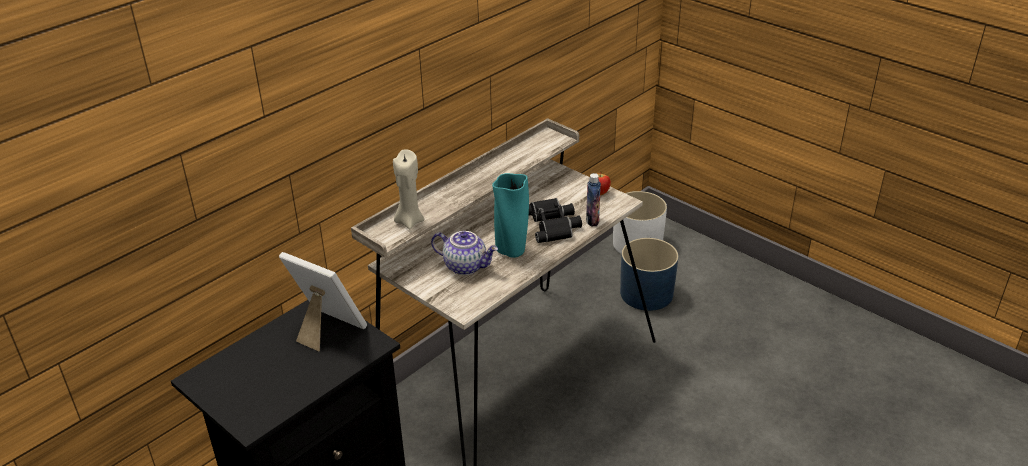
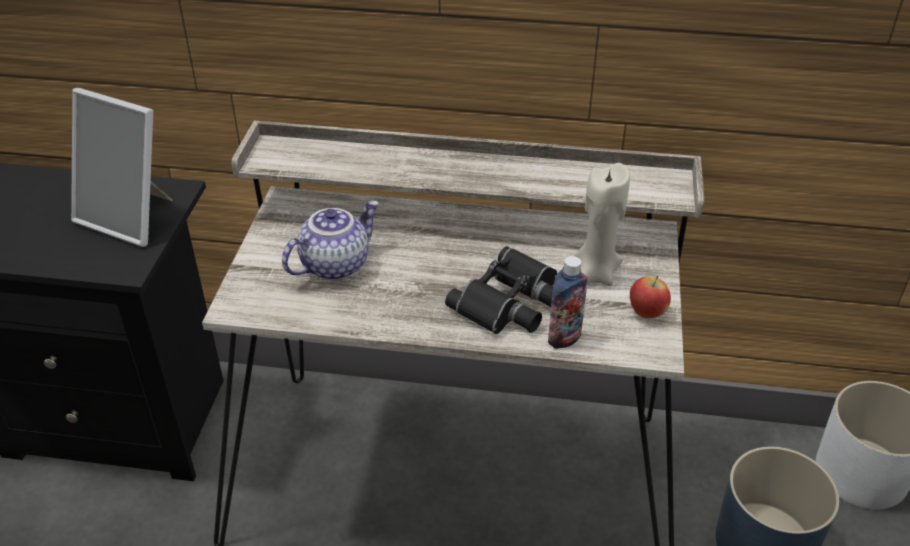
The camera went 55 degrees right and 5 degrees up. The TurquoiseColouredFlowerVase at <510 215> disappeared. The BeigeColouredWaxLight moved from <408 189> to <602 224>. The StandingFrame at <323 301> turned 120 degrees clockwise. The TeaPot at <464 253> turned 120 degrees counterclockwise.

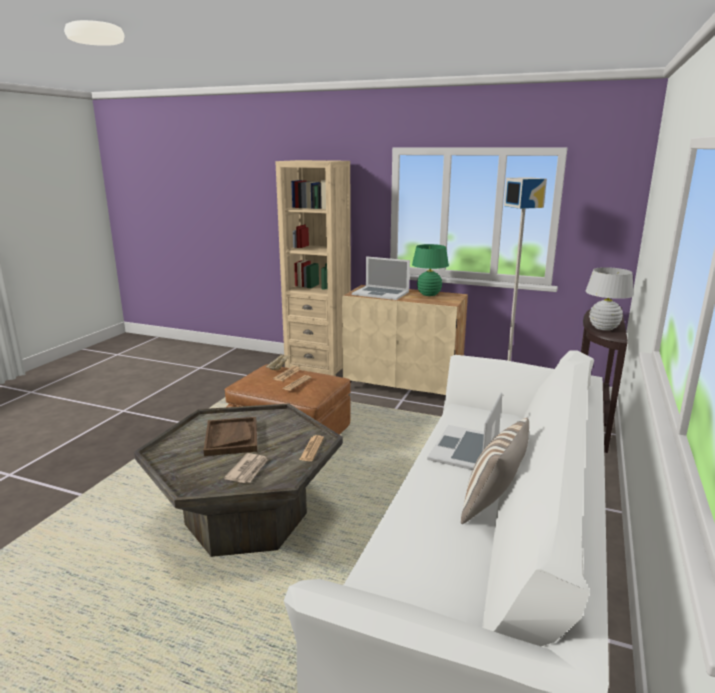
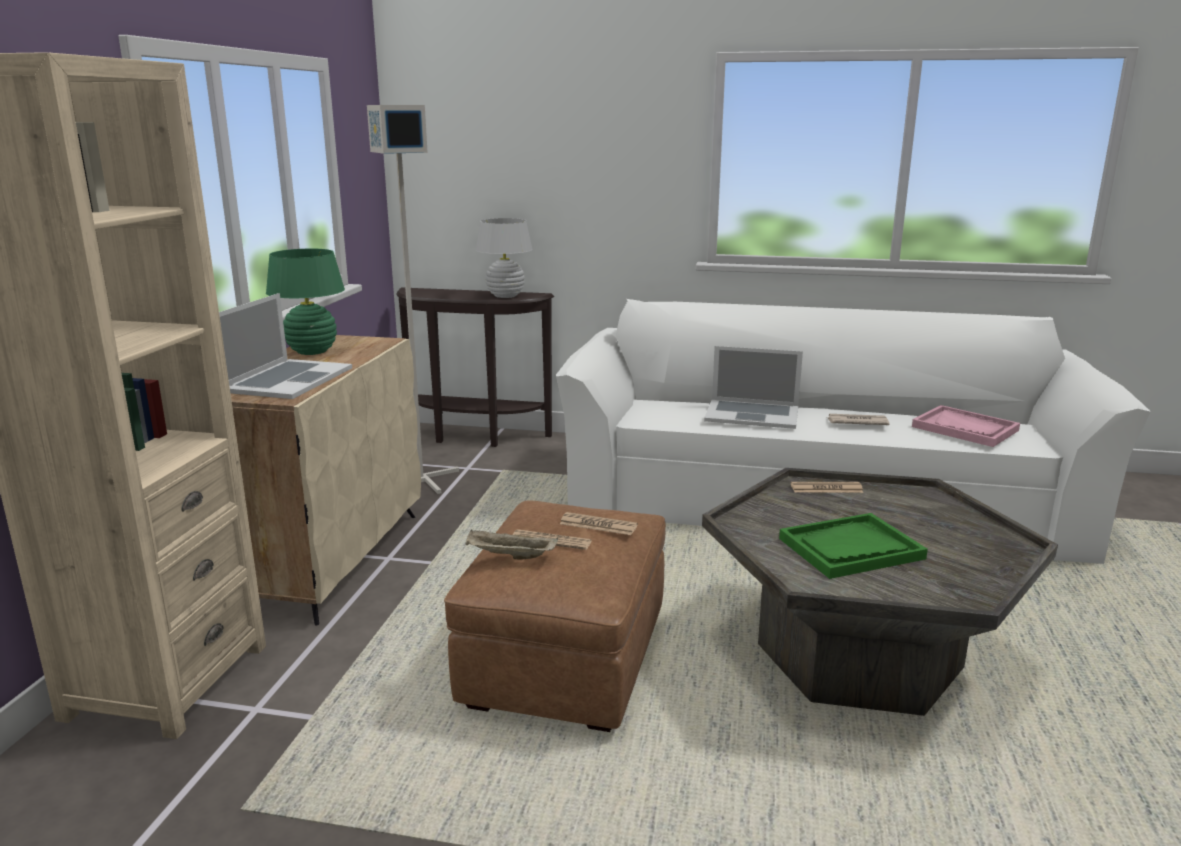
The camera went 100 degrees left and 0 degrees up. The Cushion at <495 471> disappeared. The PinkColouredCarryingTray at <966 426> appeared. The Newspaper moved from <246 468> to <857 419>. The BrownColouredCarryingTray at <230 436> became the GreenColouredCarryingTray at <853 546>.

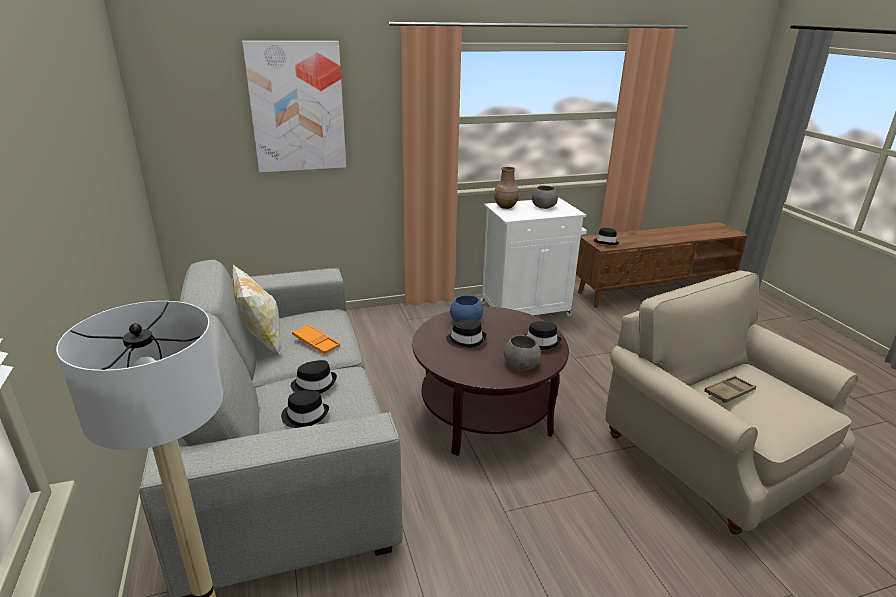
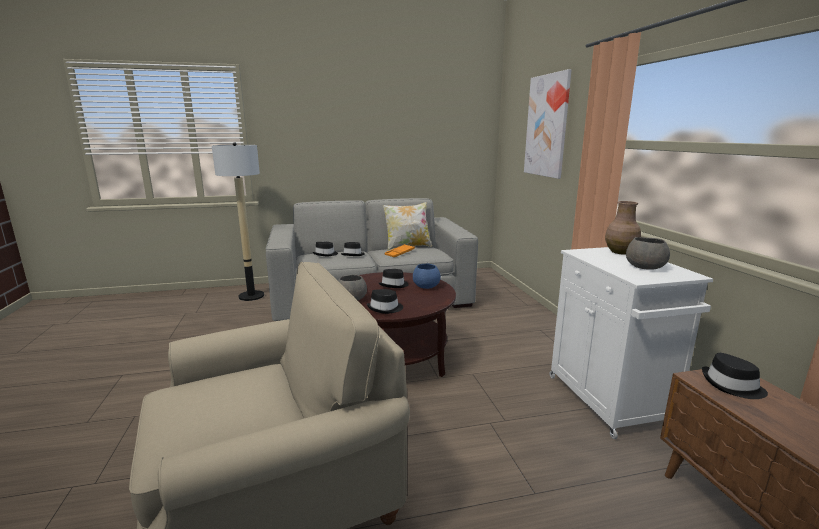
The camera went 95 degrees right and 10 degrees down. The BrownColouredCarryingTray at <730 389> disappeared.

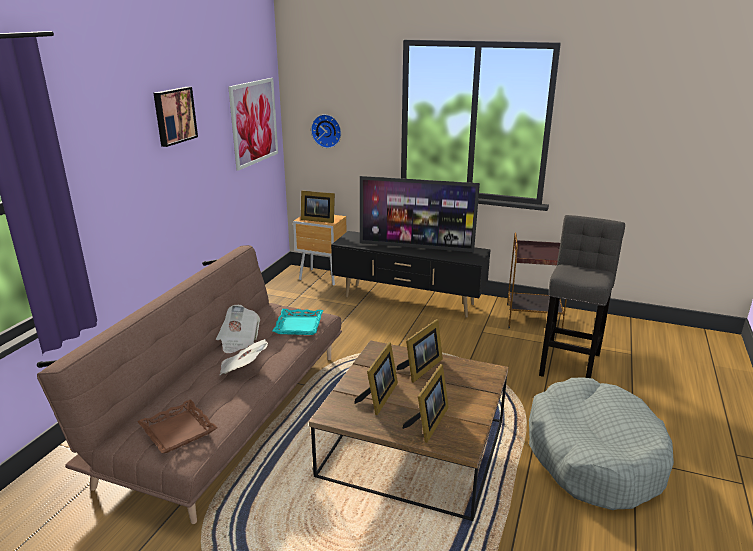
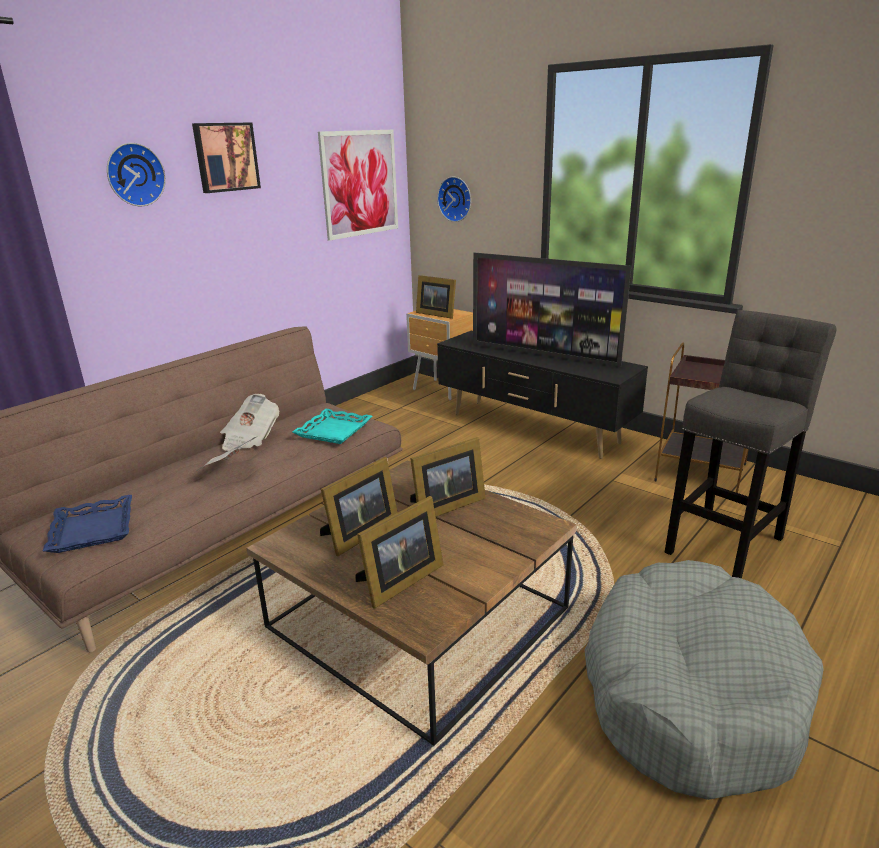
The camera went 20 degrees right and 0 degrees up. The WallClock at <136 174> appeared. The BrownColouredCarryingTray at <177 426> became the BlueColouredCarryingTray at <87 524>.

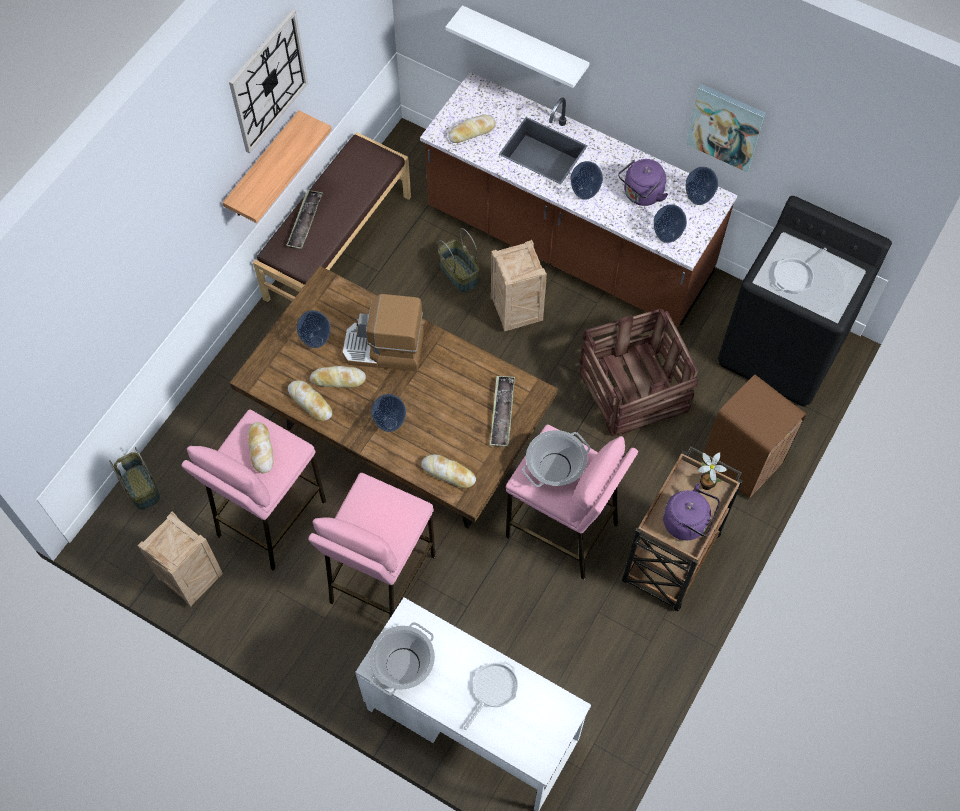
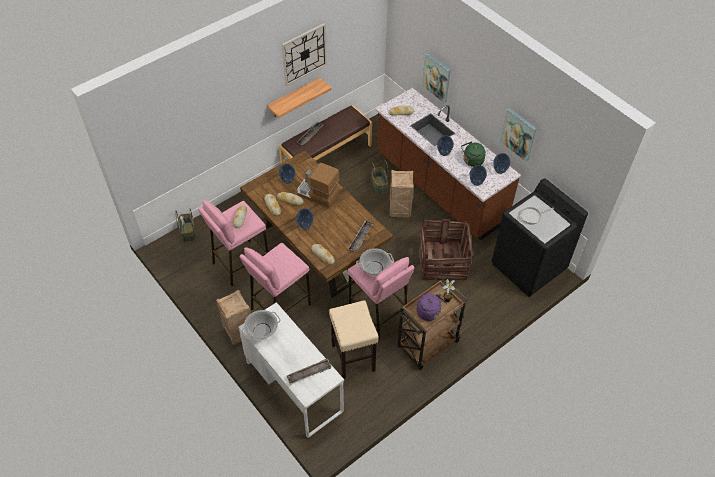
The camera went 20 degrees right and 10 degrees down. The FryingPan at <491 696> disappeared. The BrownColouredTrashCan at <754 436> disappeared. The CarryingTray at <309 371> appeared. The BeigeColouredStool at <354 339> appeared. The ShippingCrate moved from <180 559> to <233 317>. The WhitishShelf at <517 46> was replaced by the Picture at <436 77>. The PurpleWaterKettle at <643 182> became the GreenColouredWaterKettle at <473 154>.

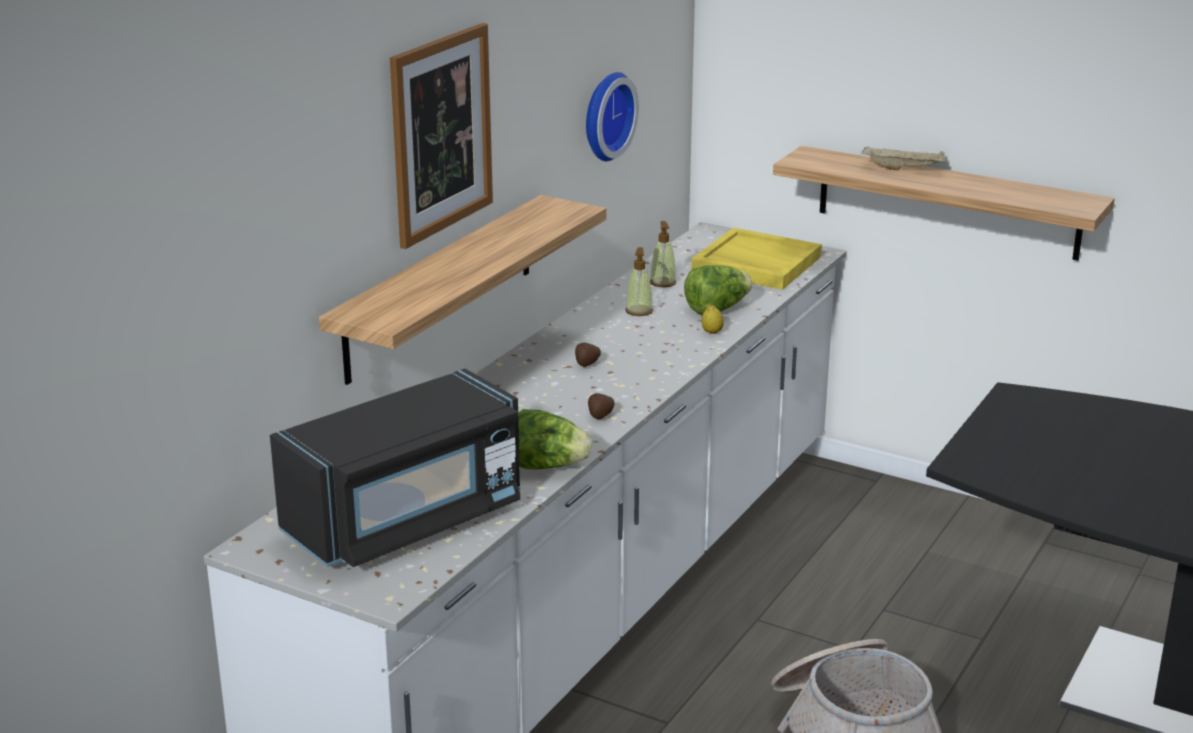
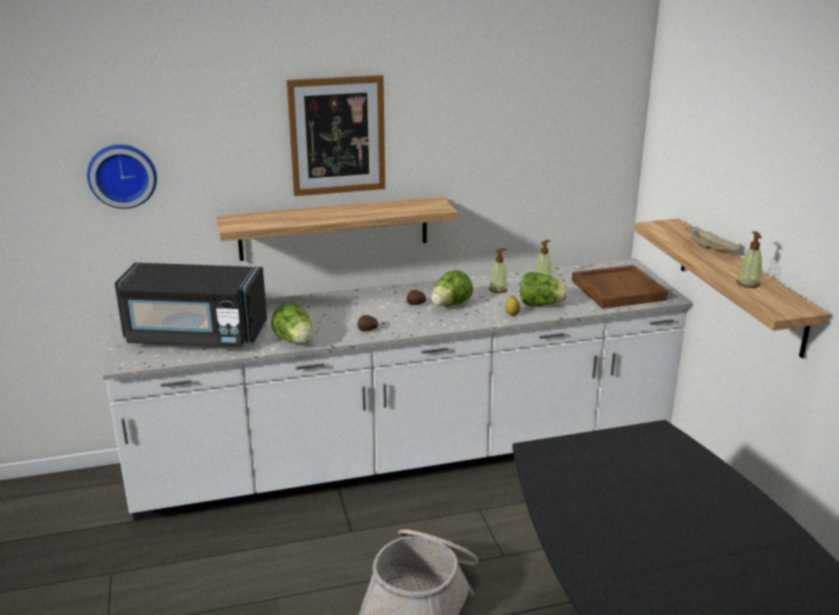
The camera went 45 degrees right and 0 degrees up. The LettuceHead at <452 288> appeared. The SoapDispenser at <749 259> appeared. The WallClock moved from <612 116> to <122 177>. The YellowCarryingTray at <756 259> became the BrownColouredCarryingTray at <620 287>.

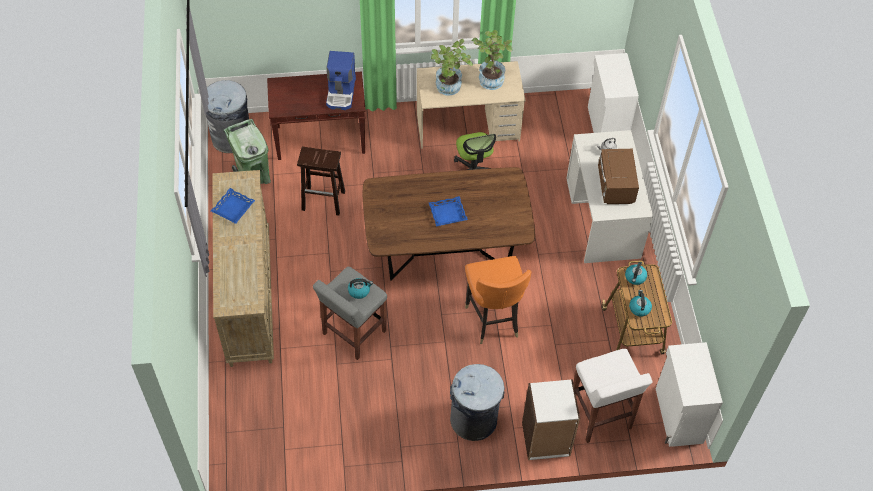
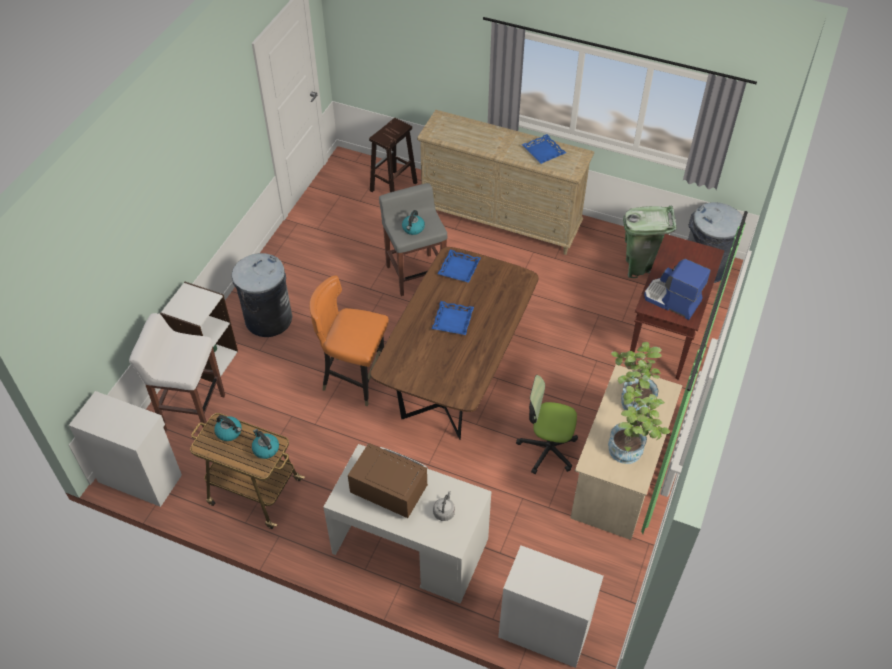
The camera went 120 degrees right and 5 degrees down. The BlueColouredCarryingTray at <459 266> appeared. The BrownColouredStool moved from <321 181> to <393 155>.

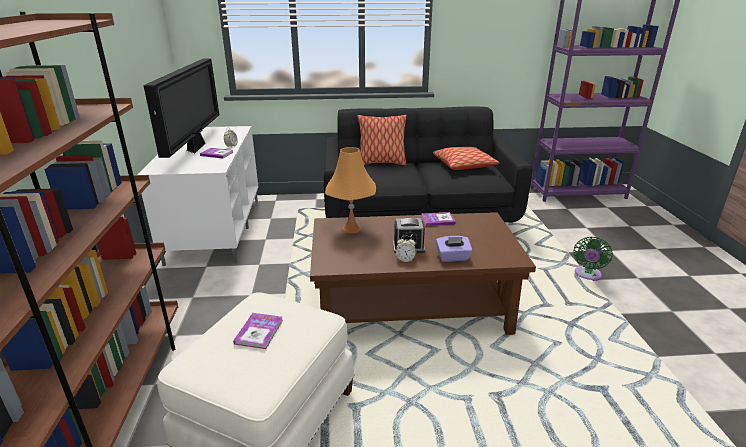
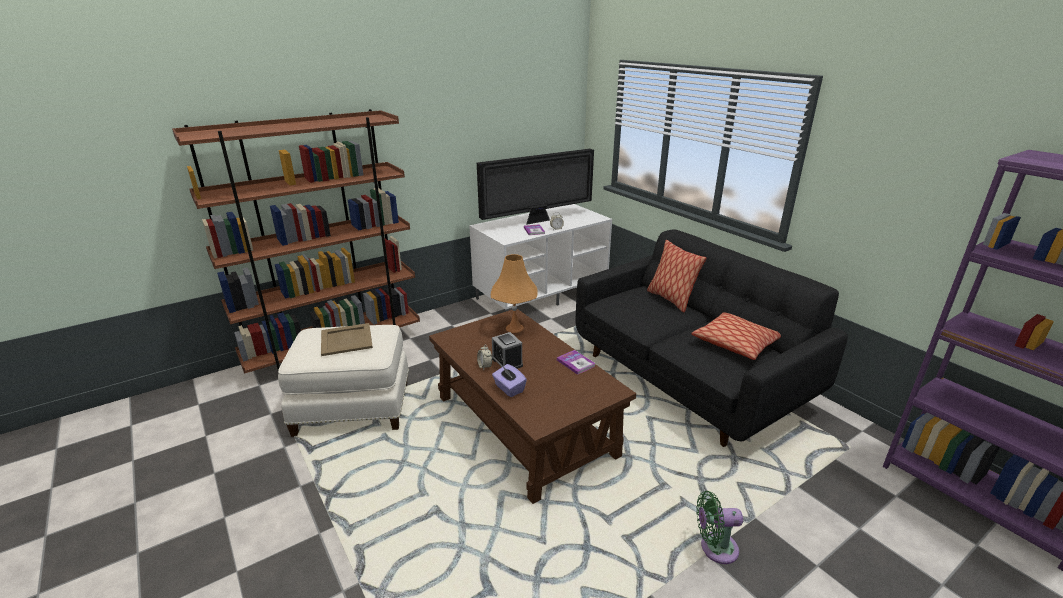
The camera went 60 degrees right and 0 degrees up. The Volume at <258 331> was replaced by the BeigeColouredCarryingTray at <347 339>.

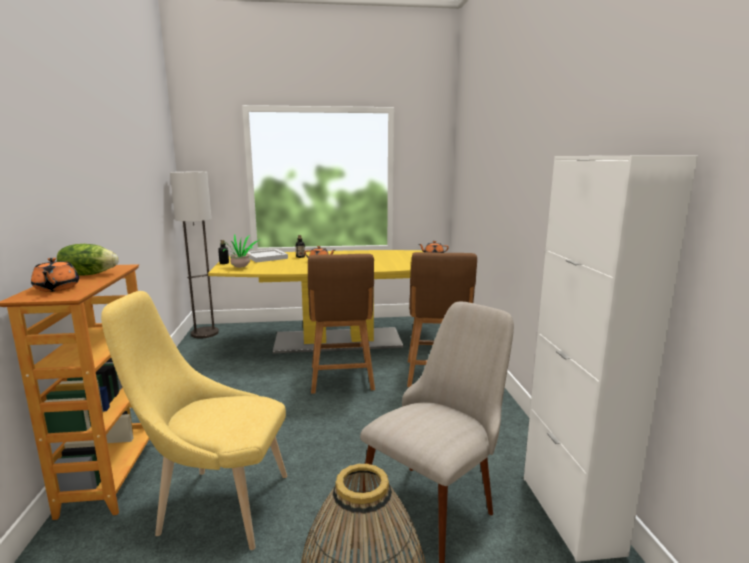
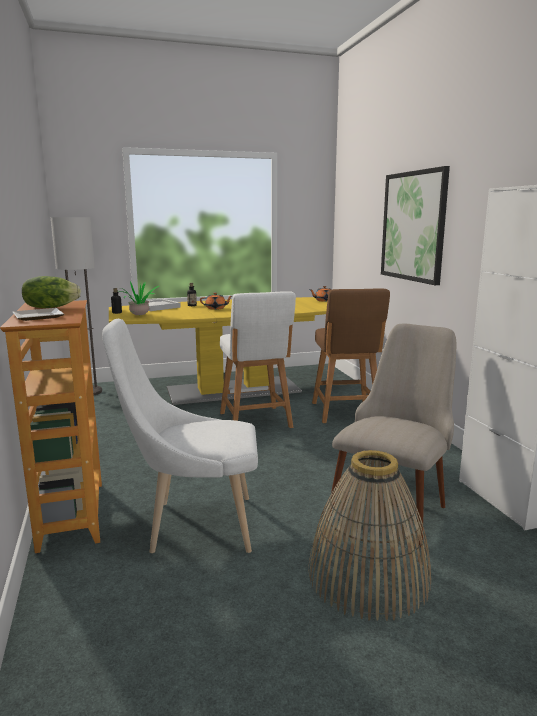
The camera went 10 degrees left and 0 degrees up. The Picture at <415 225> appeared. The OrangeyTeaPot at <55 275> was replaced by the Plate at <38 314>. The YellowUprightChair at <194 420> became the WhitishUprightChair at <180 436>. The BrownColouredStool at <341 324> became the WhitishStool at <258 359>.

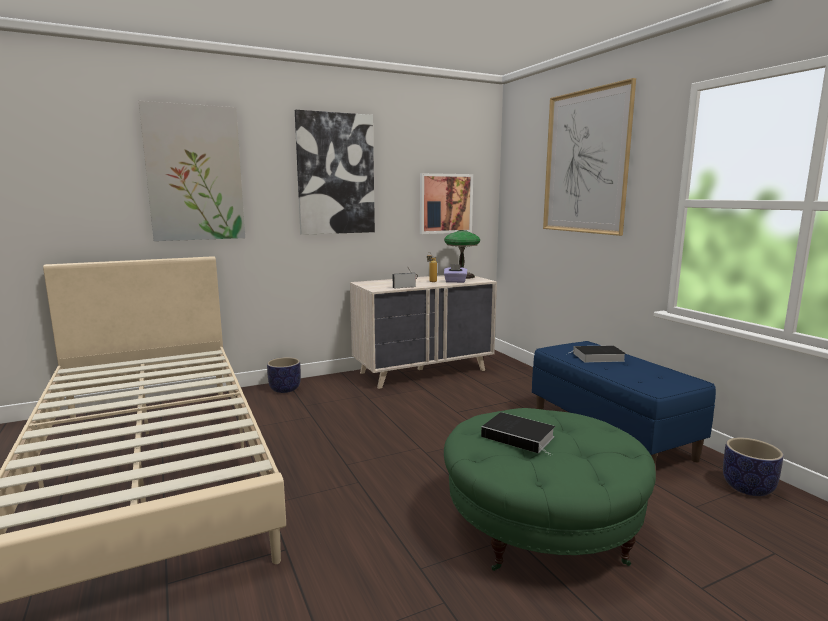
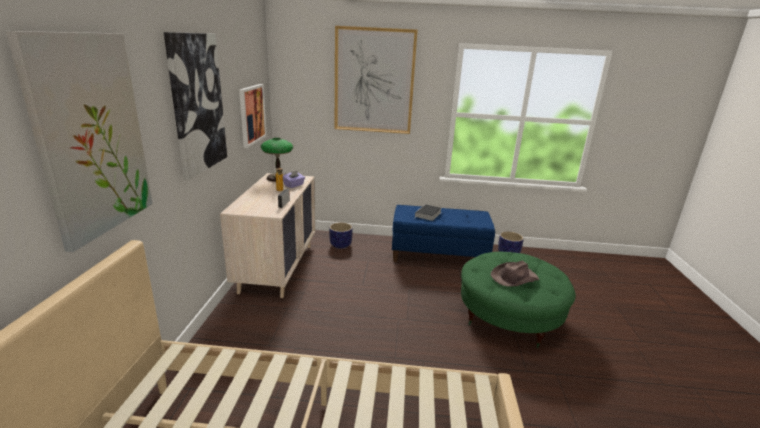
The camera went 60 degrees left and 10 degrees up. The Planter moved from <284 375> to <341 235>. The Volume at <518 434> was replaced by the BrownColouredWearableHat at <514 274>.

